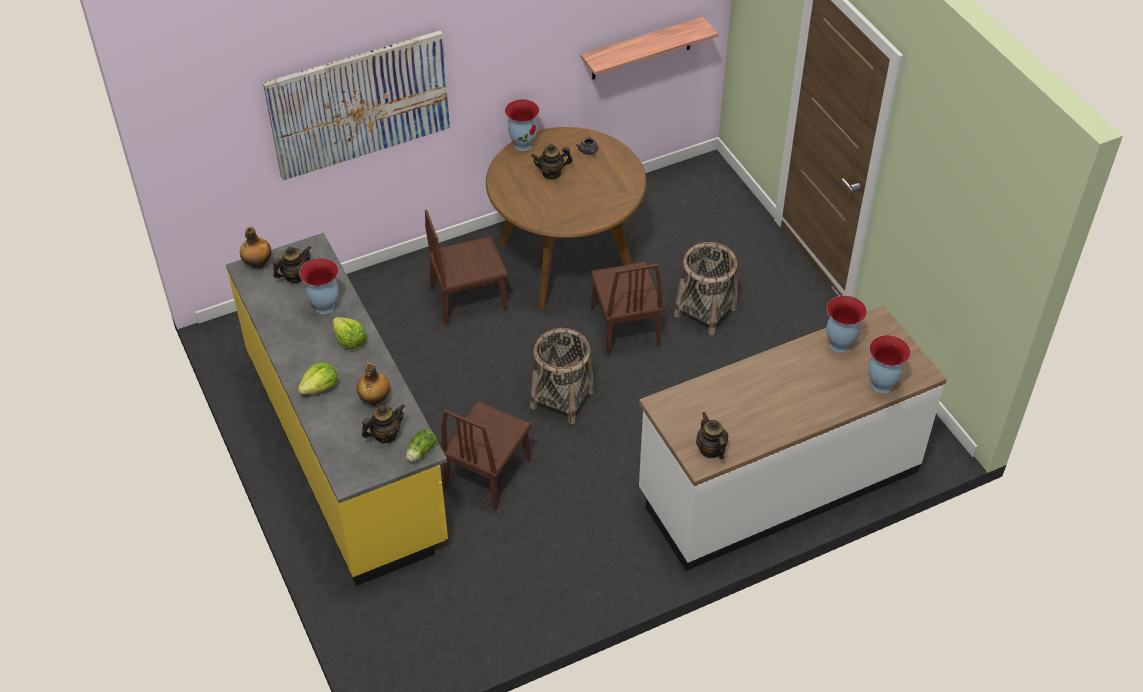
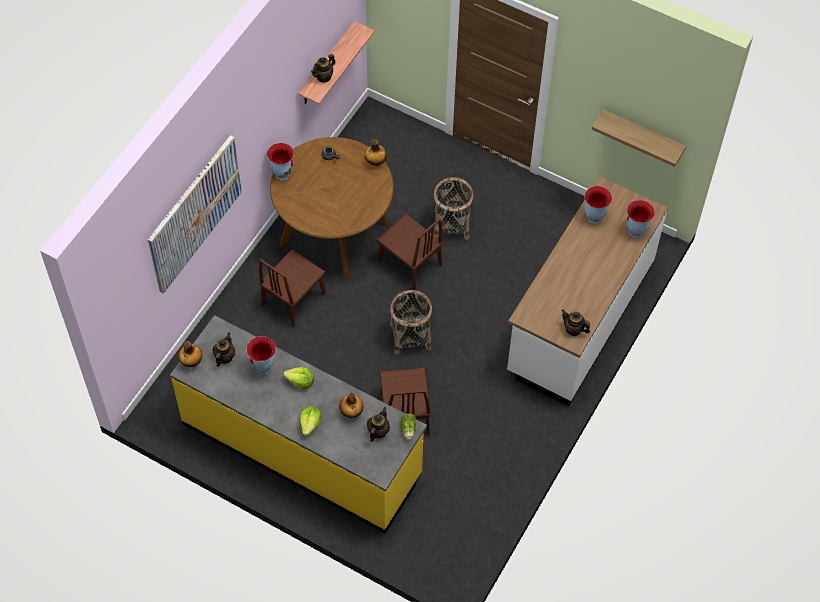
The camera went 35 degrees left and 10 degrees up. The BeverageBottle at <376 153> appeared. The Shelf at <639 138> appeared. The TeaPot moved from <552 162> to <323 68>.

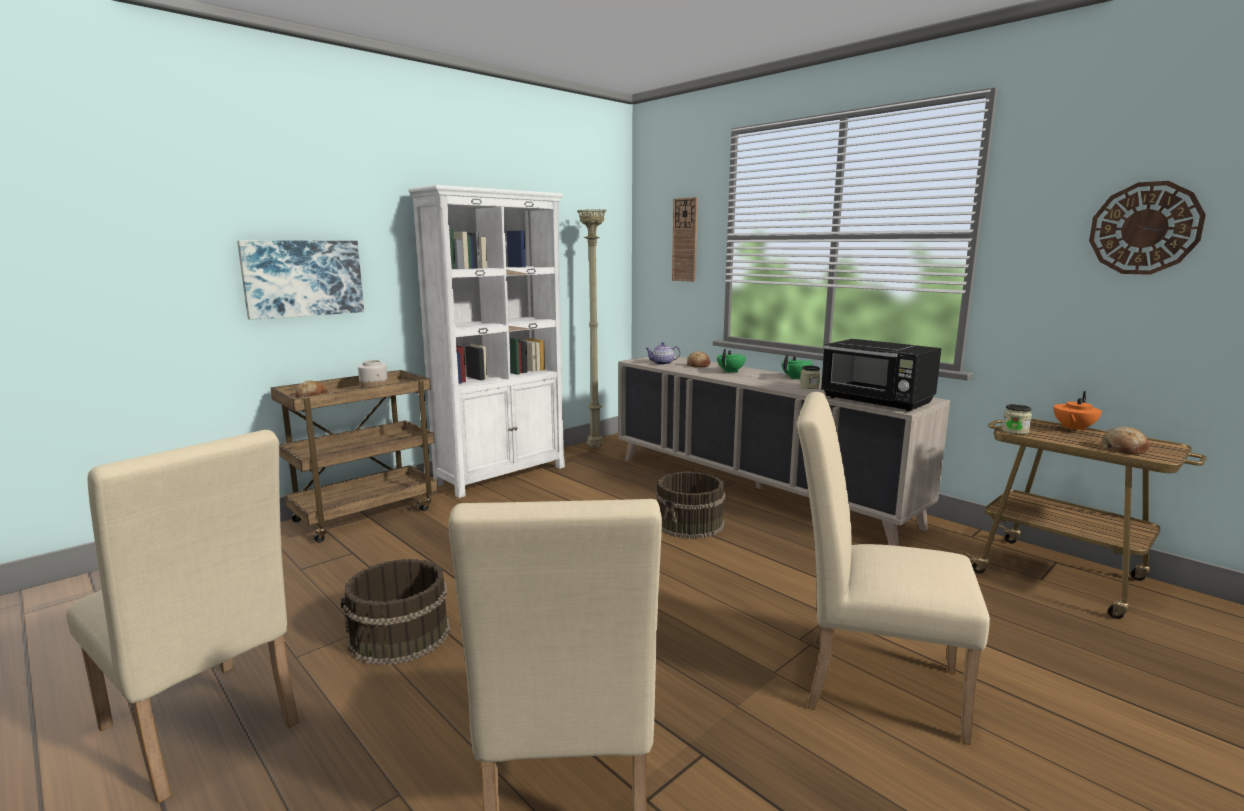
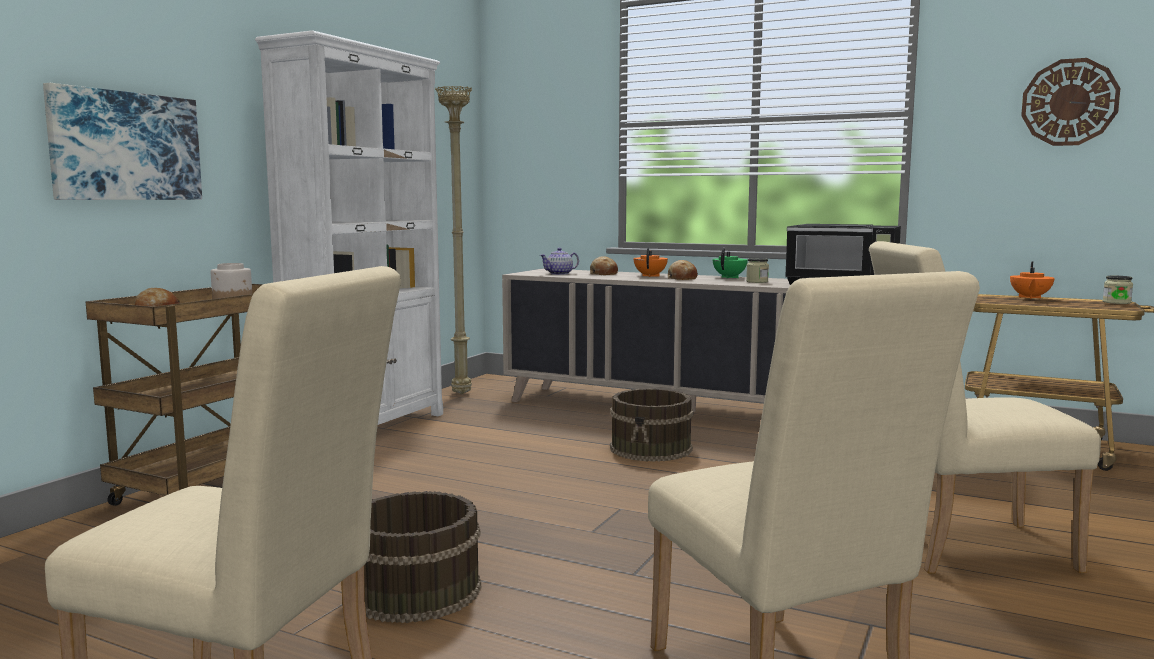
The camera went 20 degrees left and 5 degrees down. The WallClock at <685 239> disappeared. The StorageJar moved from <1017 419> to <1117 290>. The Bread moved from <1125 440> to <683 270>. The GreenColouredTeaPot at <731 360> became the OrangeyTeaPot at <651 262>.

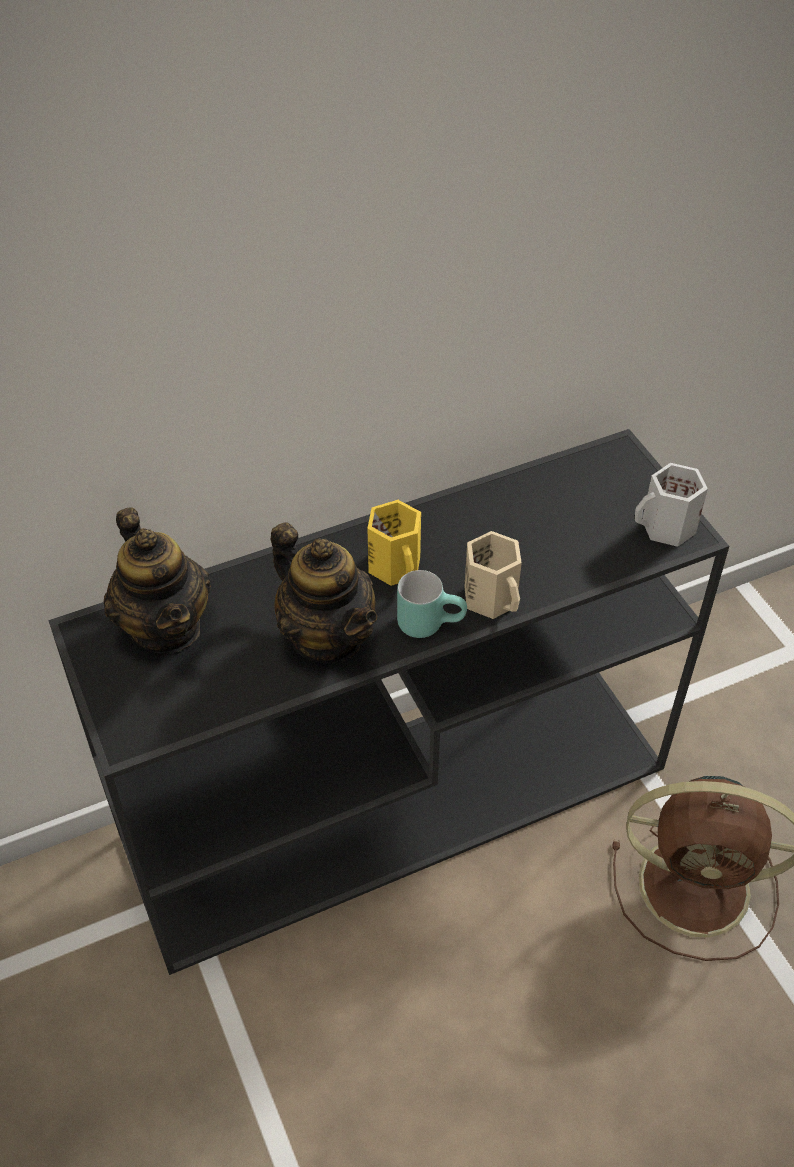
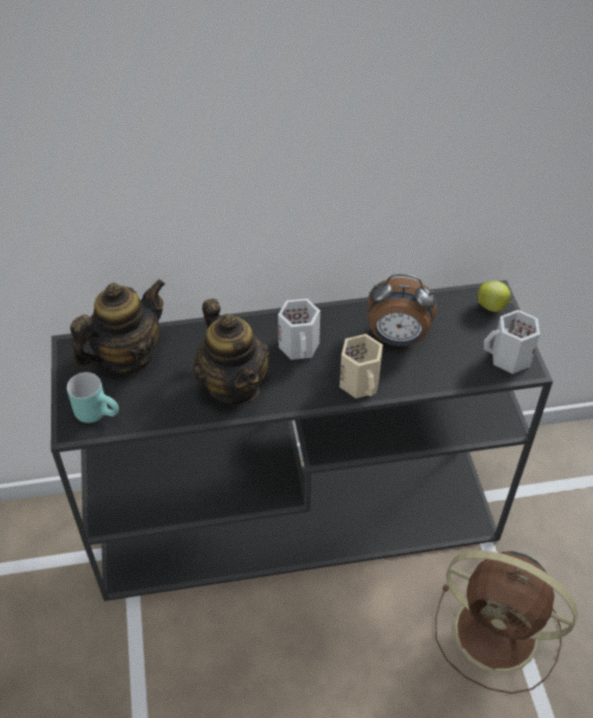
The camera went 15 degrees right and 0 degrees up. The AlarmClock at <402 310> appeared. The AppleFruit at <494 296> appeared. The TurquoiseColouredTeaMug moved from <432 604> to <93 397>. The YellowTeaMug at <394 543> became the WhitishTeaMug at <299 329>. The TeaPot at <157 580> turned 120 degrees counterclockwise.

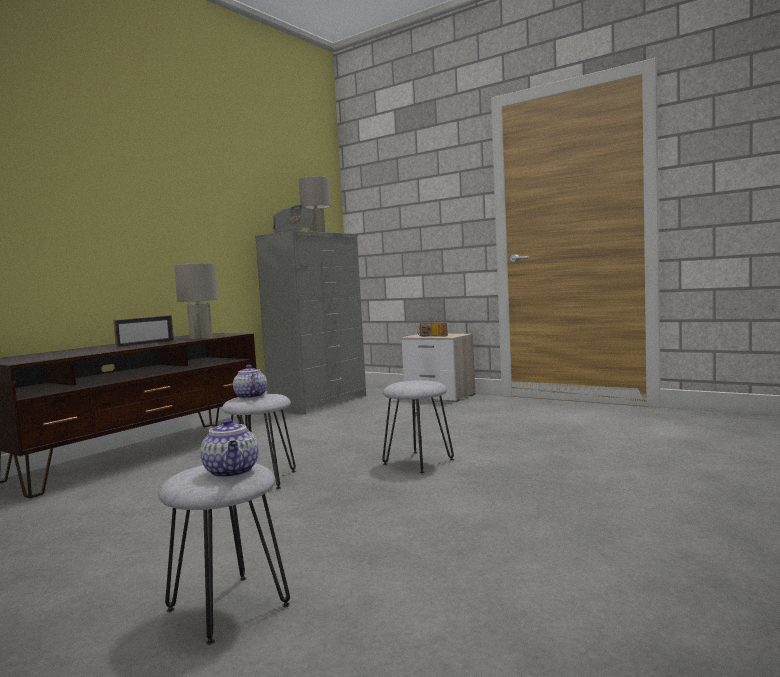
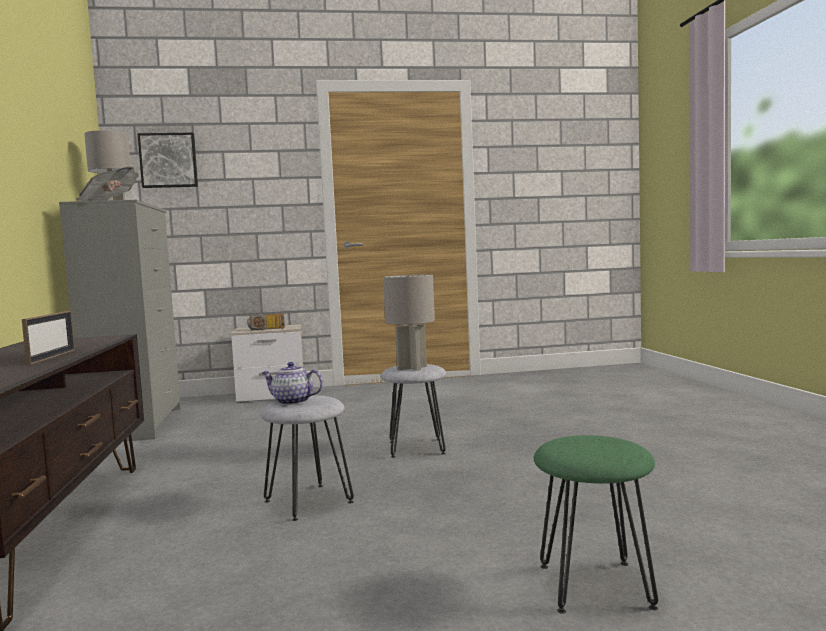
The camera went 45 degrees left and 0 degrees up. The TeaPot at <229 448> disappeared. The Picture at <167 160> appeared. The GreyLampForATable moved from <196 301> to <409 323>. The GreyStool at <224 554> became the GreenColouredStool at <596 524>.

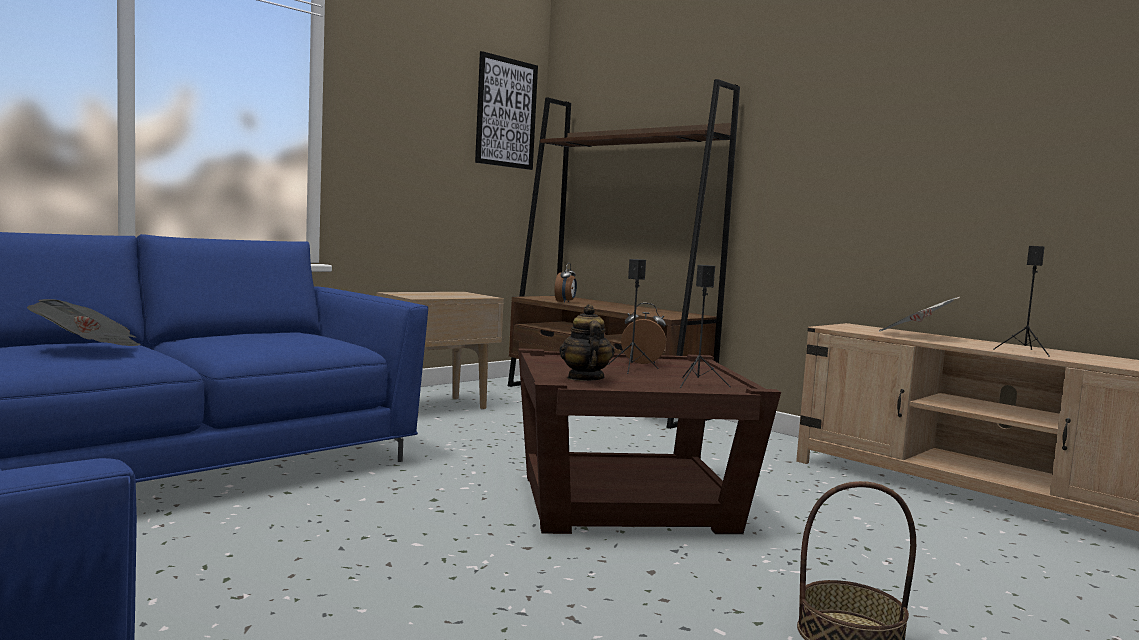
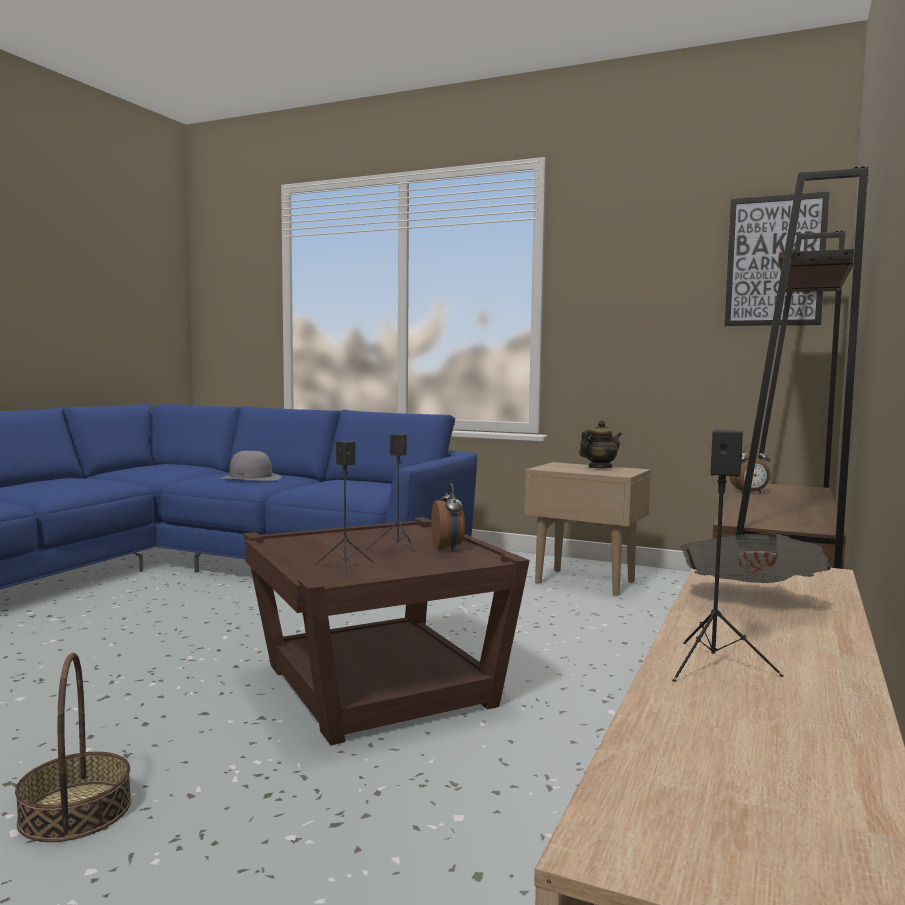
The camera went 70 degrees right and 0 degrees up. The TeaPot moved from <587 342> to <600 444>. The Newspaper at <84 322> was replaced by the GreyWearableHat at <250 466>.

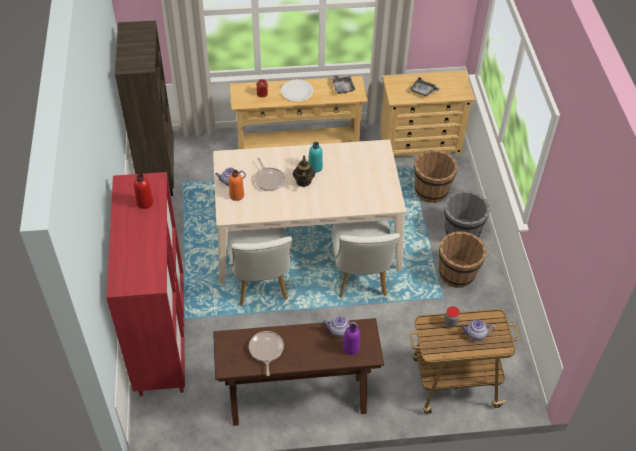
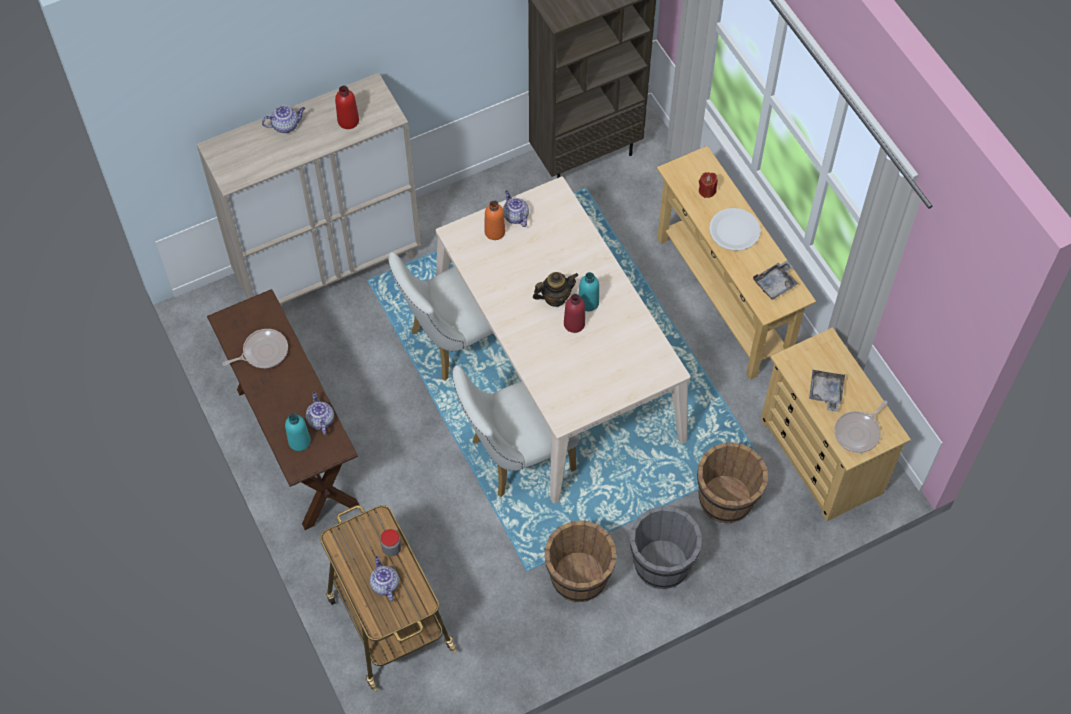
The camera went 70 degrees right and 10 degrees up. The TeaPot at <283 119> appeared. The ReddishBeverageBottle at <574 313> appeared. The FryingPan moved from <270 174> to <861 426>. The ReddishCupboard at <145 284> became the BeigeColouredCupboard at <309 189>. The PurpleBeverageBottle at <351 339> became the TurquoiseColouredBeverageBottle at <298 432>.

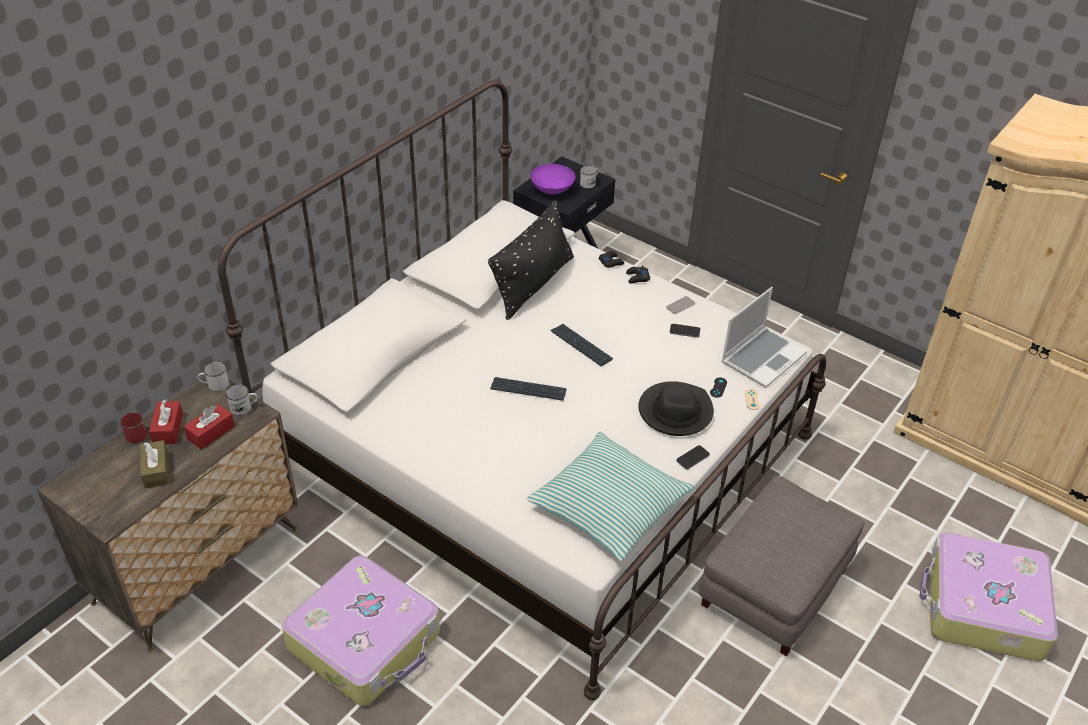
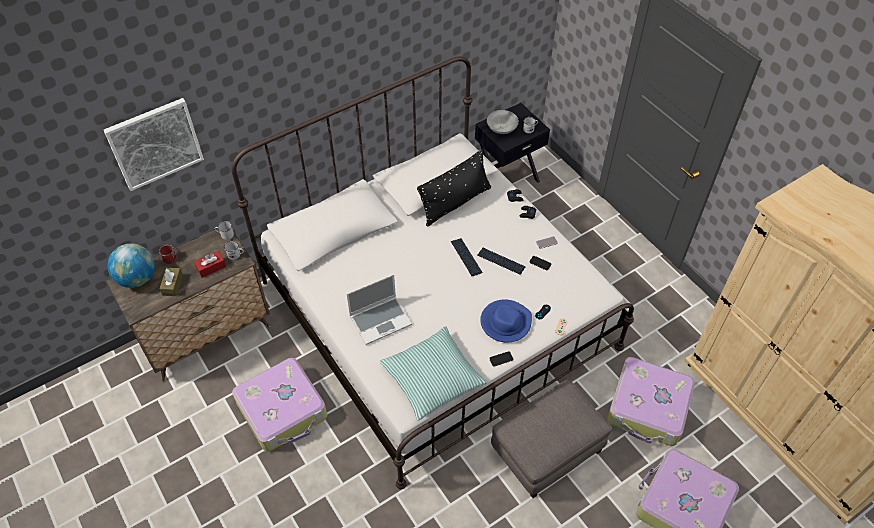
The camera went 20 degrees right and 10 degrees up. The ReddishTissueBox at <166 421> disappeared. The Picture at <154 144> appeared. The Globe at <131 265> appeared. The PieceOfLuggage at <651 401> appeared. The Keyboard moved from <528 389> to <501 261>. The Laptop moved from <764 337> to <379 309>. The PurpleDeepDish at <552 179> became the GreyDeepDish at <503 122>. The BlackColouredWearableHat at <676 408> became the BlueColouredWearableHat at <506 320>.

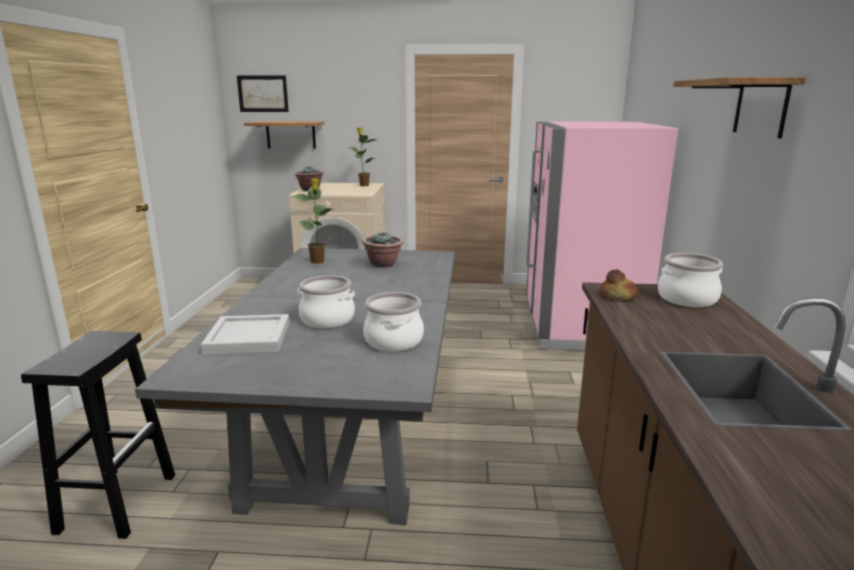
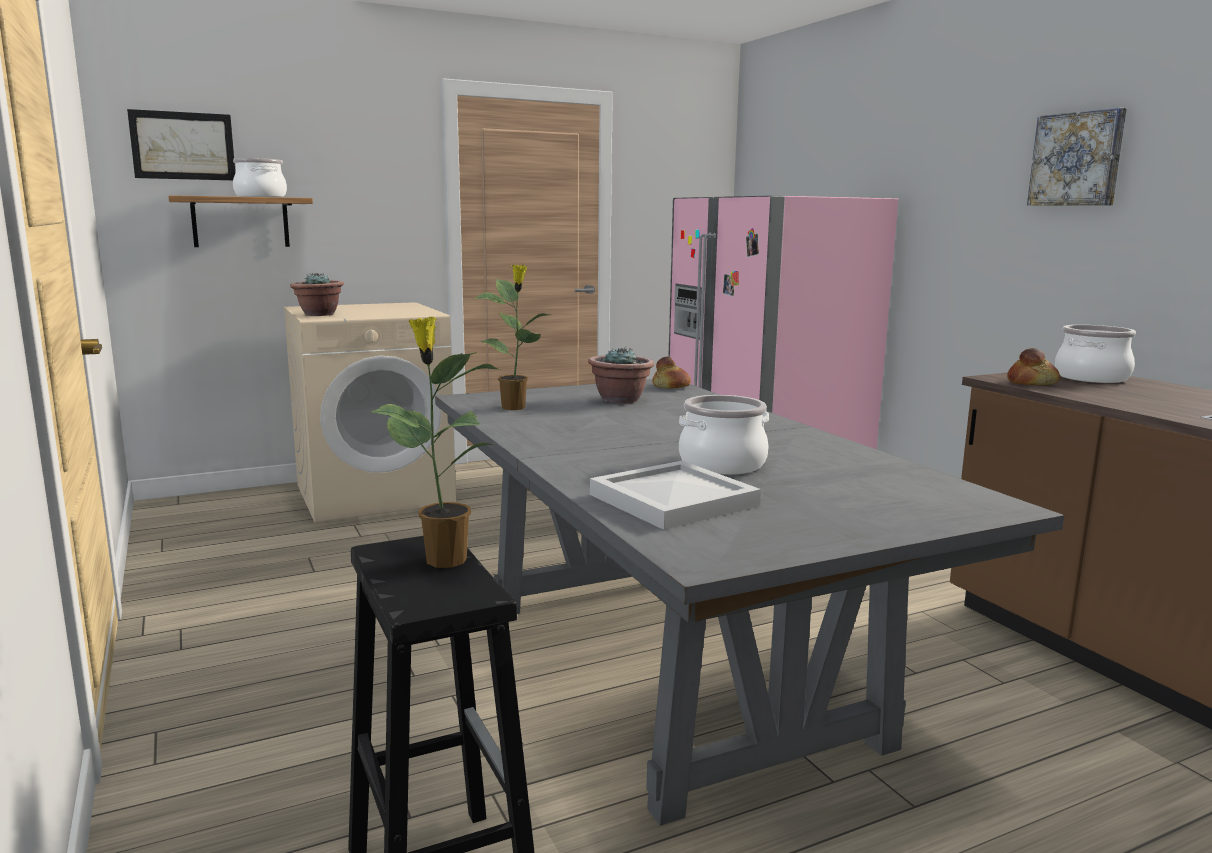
The camera went 30 degrees left and 5 degrees down. The Bread at <671 372> appeared. The PottedPlant moved from <363 156> to <435 442>. The Stockpot moved from <393 321> to <260 177>. The Shelf at <739 107> was replaced by the Picture at <1077 156>.

